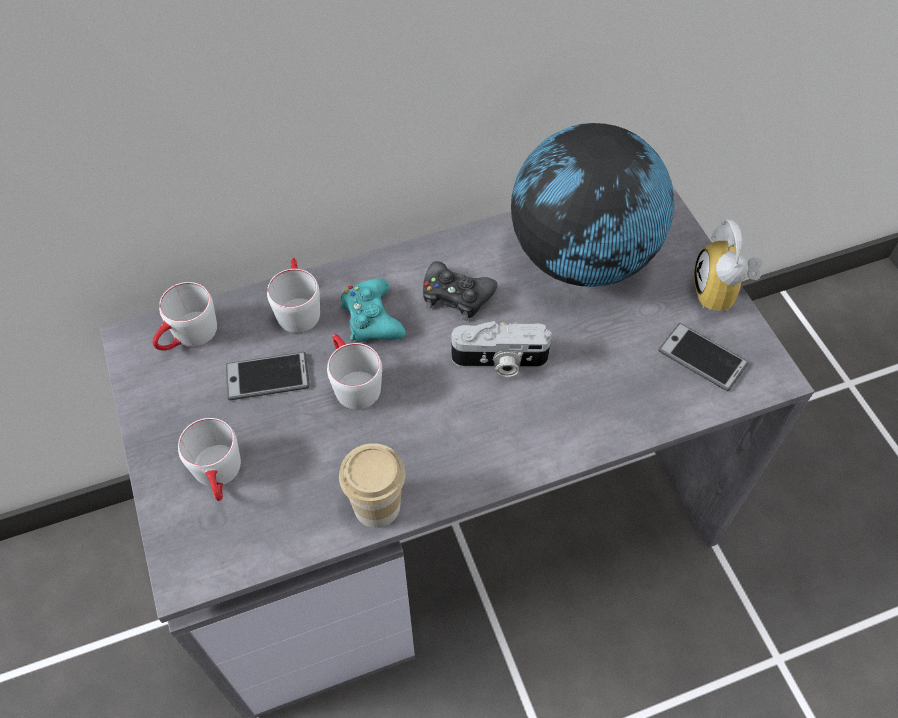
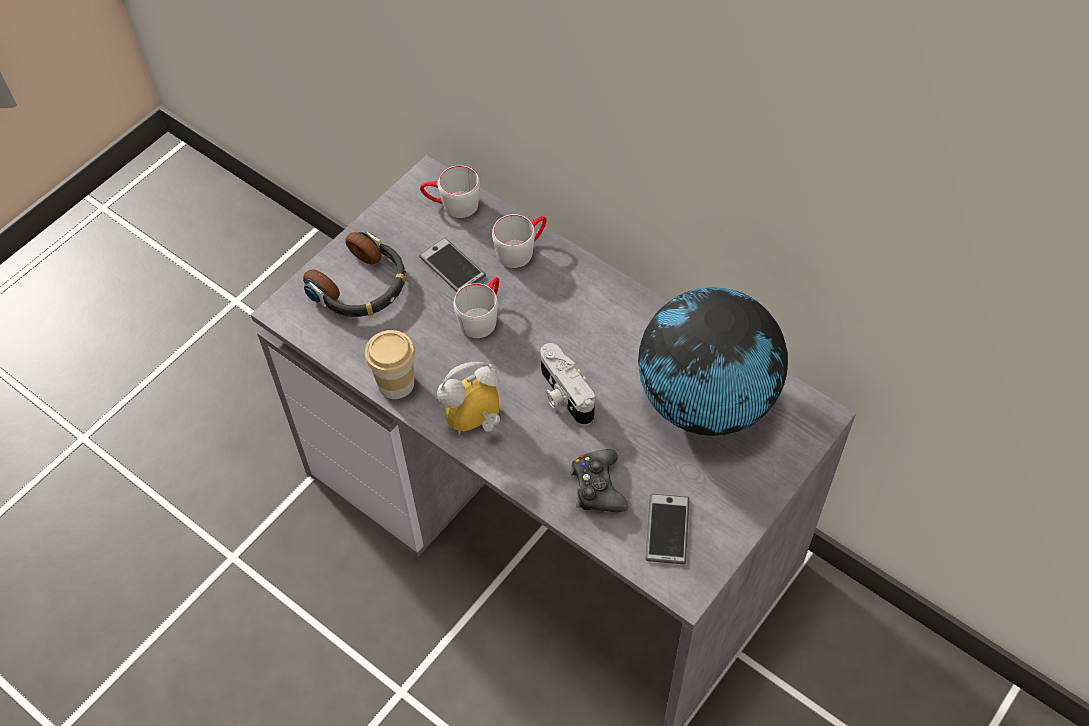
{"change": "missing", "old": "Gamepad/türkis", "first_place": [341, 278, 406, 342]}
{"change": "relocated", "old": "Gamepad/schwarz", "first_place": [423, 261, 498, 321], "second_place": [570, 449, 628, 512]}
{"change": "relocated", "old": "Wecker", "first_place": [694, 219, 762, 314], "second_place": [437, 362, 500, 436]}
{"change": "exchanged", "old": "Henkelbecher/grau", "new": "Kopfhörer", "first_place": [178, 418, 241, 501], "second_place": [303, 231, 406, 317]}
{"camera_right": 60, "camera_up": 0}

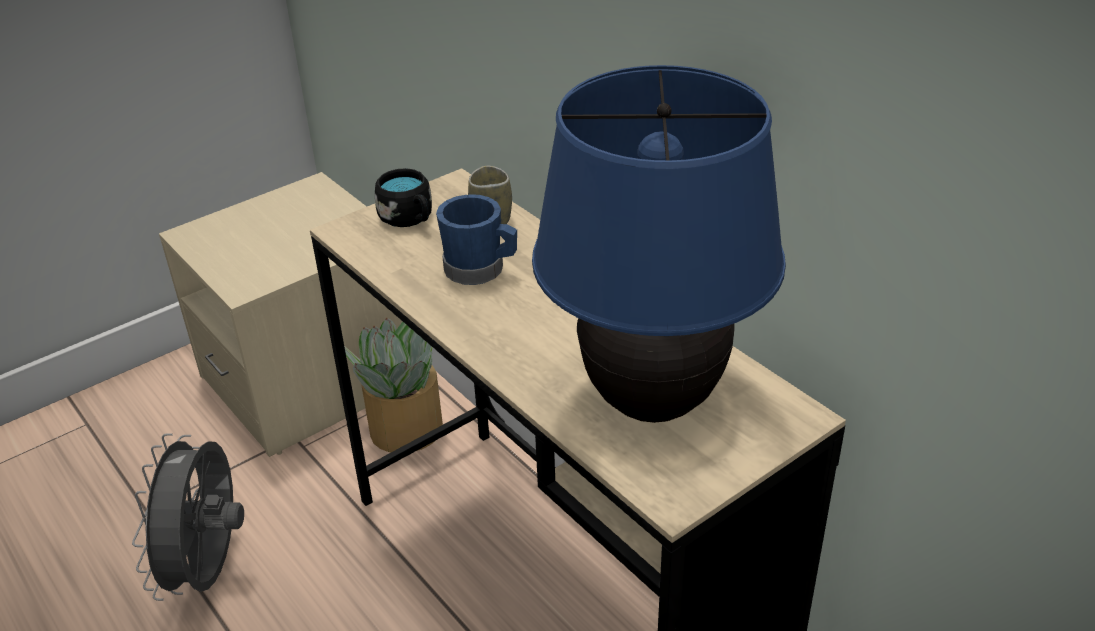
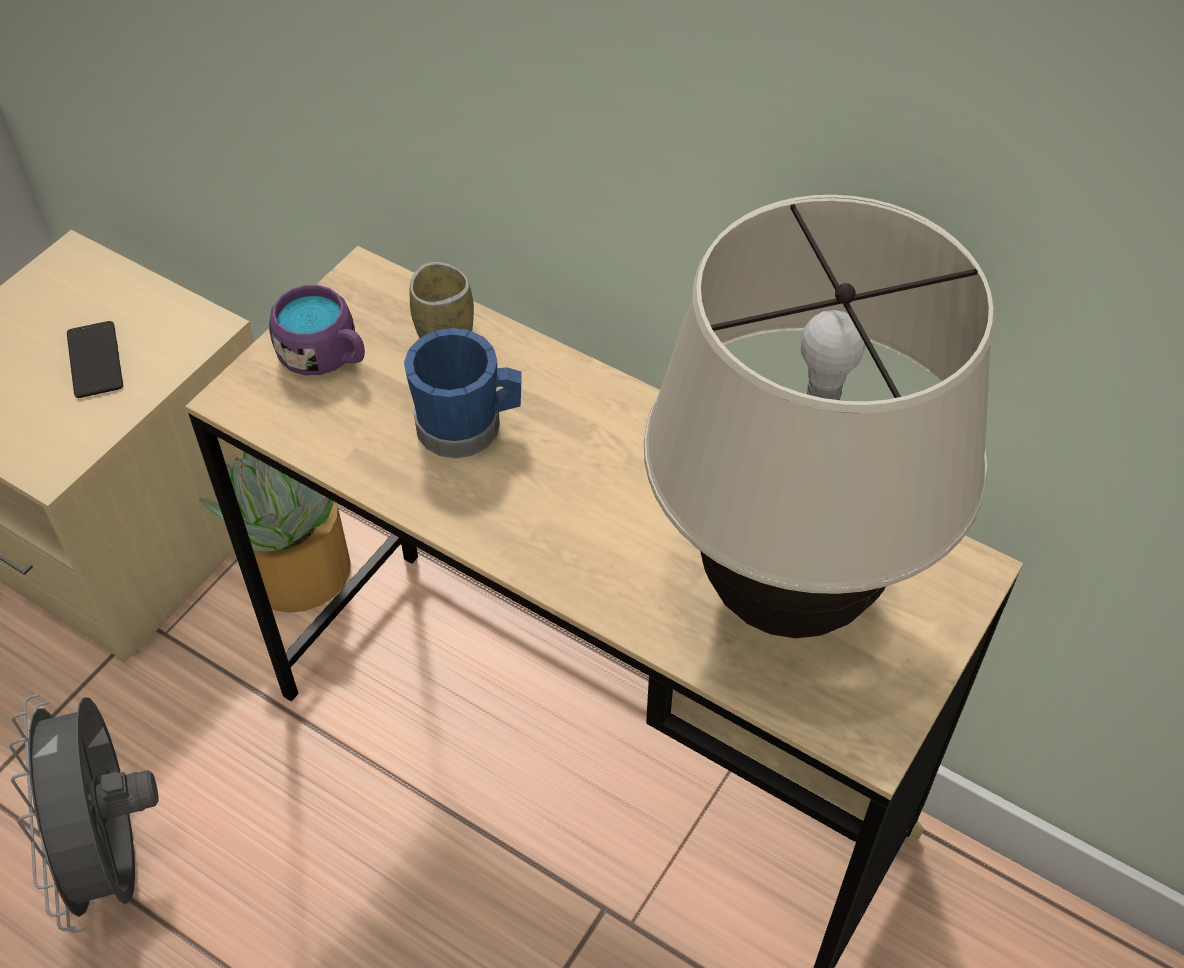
{"change": "appeared", "new": "Handy", "second_place": [67, 321, 123, 398]}
{"change": "colour", "old": "Henkelbecher/schwarz", "new": "Henkelbecher/lila", "first_place": [375, 168, 432, 227], "second_place": [269, 285, 365, 375]}
{"change": "colour", "old": "Tischlampe/blau", "new": "Tischlampe/beige", "first_place": [532, 65, 786, 423], "second_place": [644, 195, 995, 638]}
{"camera_right": -20, "camera_up": 15}

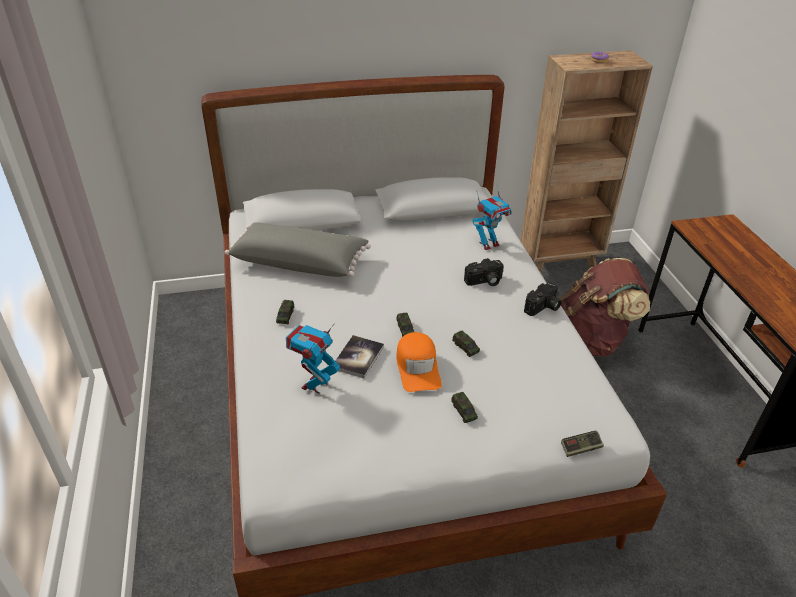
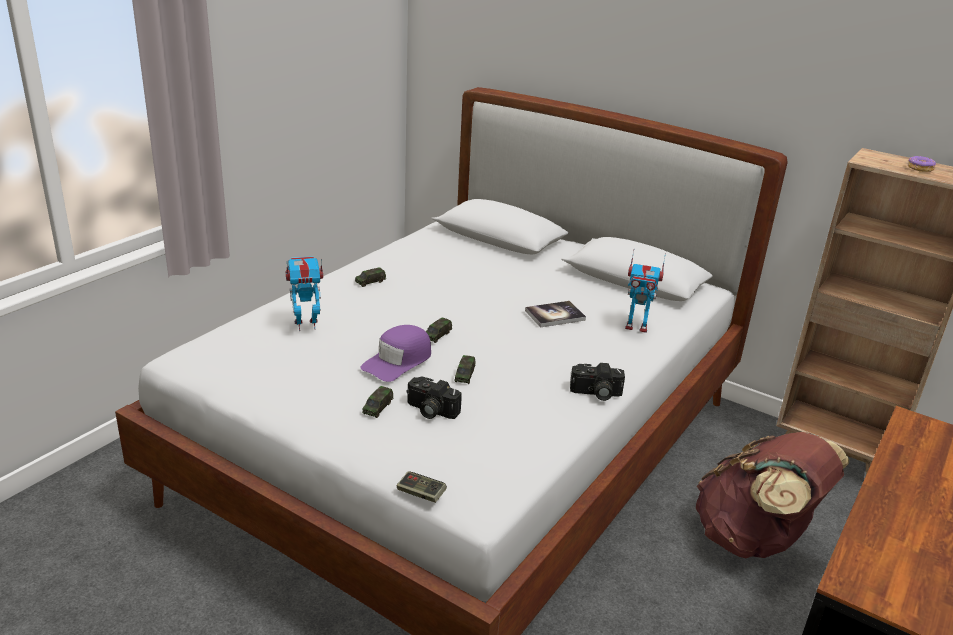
{"change": "missing", "old": "Kissen/grau", "first_place": [225, 222, 371, 277]}
{"change": "relocated", "old": "Buch", "first_place": [335, 335, 384, 379], "second_place": [525, 301, 586, 327]}
{"change": "relocated", "old": "Kamera", "first_place": [464, 258, 504, 286], "second_place": [407, 376, 462, 419]}
{"change": "colour", "old": "Kappe/orange", "new": "Kappe/lila", "first_place": [396, 332, 442, 392], "second_place": [360, 325, 431, 382]}
{"camera_right": 45, "camera_up": -10}

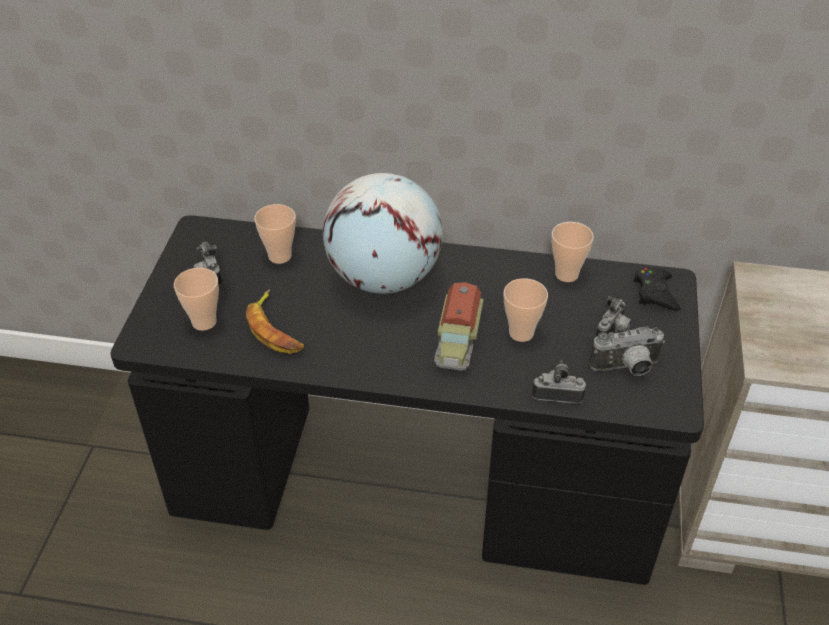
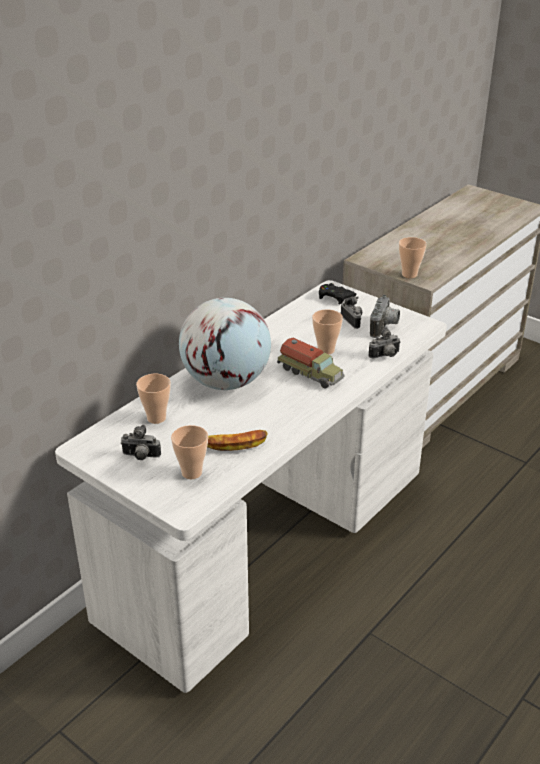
{"change": "relocated", "old": "Tasse", "first_place": [551, 222, 594, 282], "second_place": [399, 237, 427, 278]}
{"change": "colour", "old": "Schreibtisch/schwarz", "new": "Schreibtisch/weiß", "first_place": [110, 215, 704, 585], "second_place": [55, 280, 447, 693]}
{"change": "spun", "old": "Kamera", "first_place": [532, 360, 586, 404], "second_place": [368, 327, 401, 358], "degrees": -150}
{"camera_right": -60, "camera_up": -10}

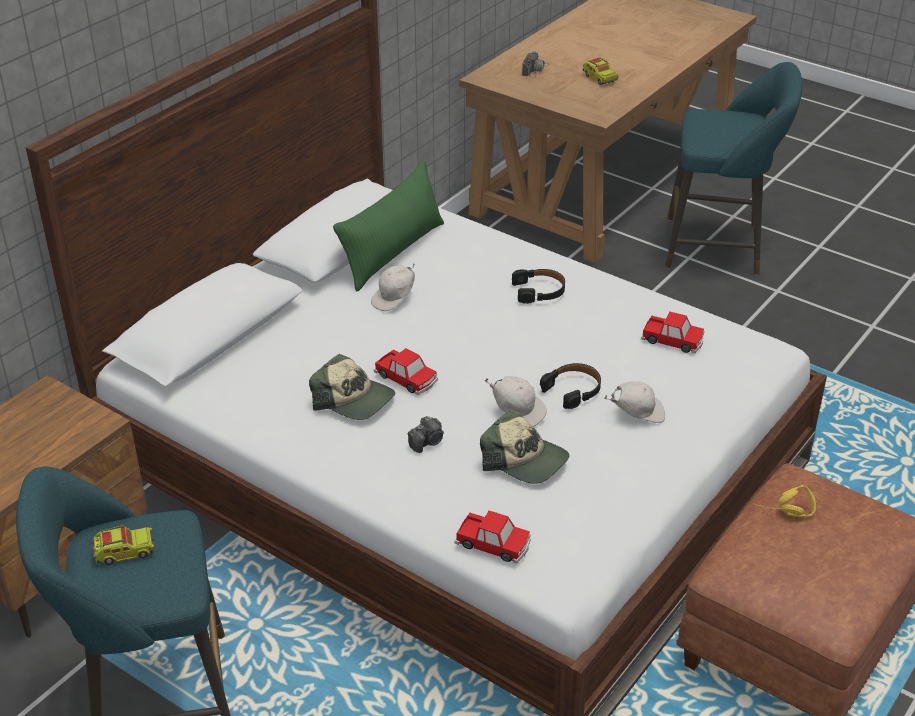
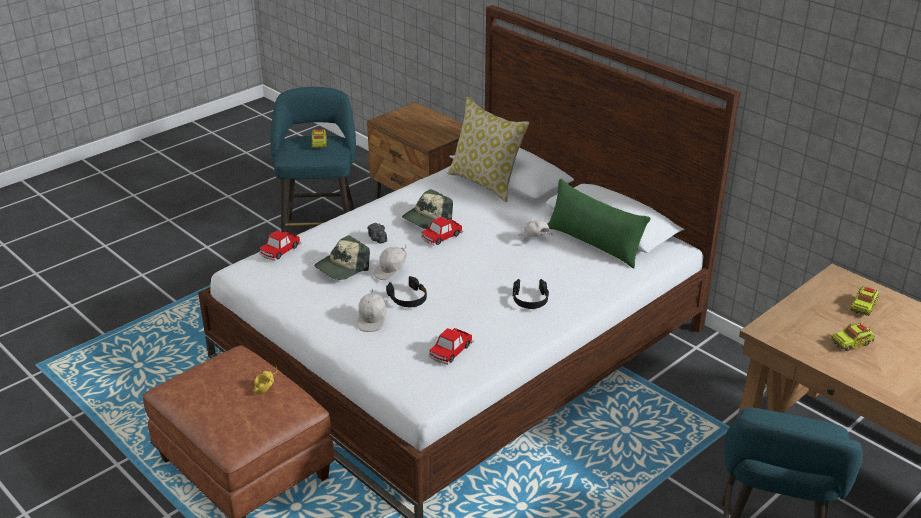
{"change": "appeared", "new": "Kissen", "second_place": [447, 97, 529, 202]}
{"change": "exchanged", "old": "Kamera", "new": "Spielzeuglaster", "first_place": [522, 51, 550, 78], "second_place": [850, 286, 879, 316]}
{"camera_right": 100, "camera_up": -5}

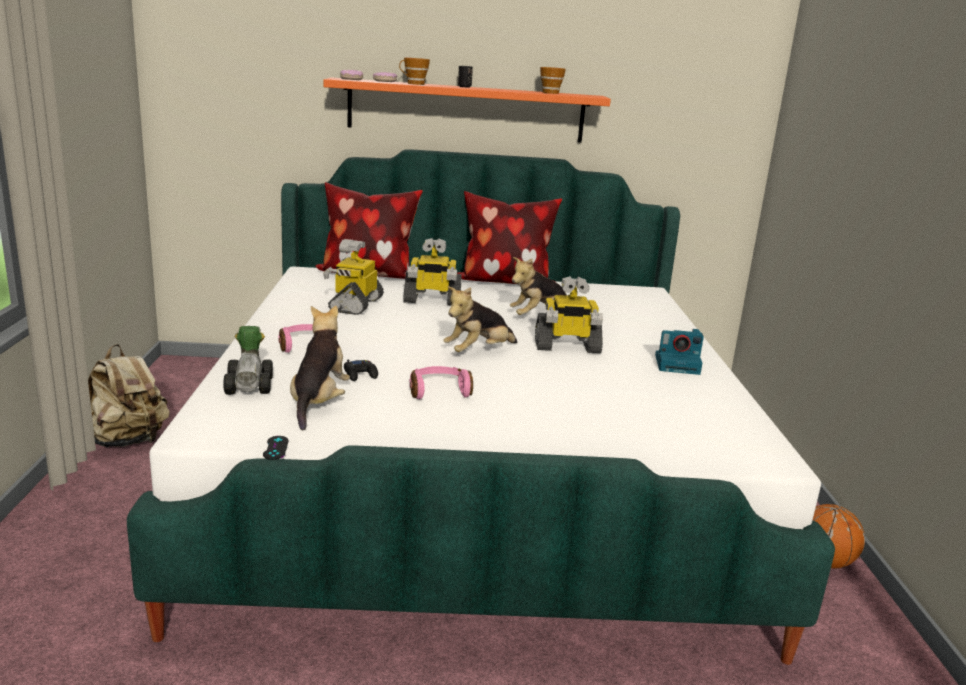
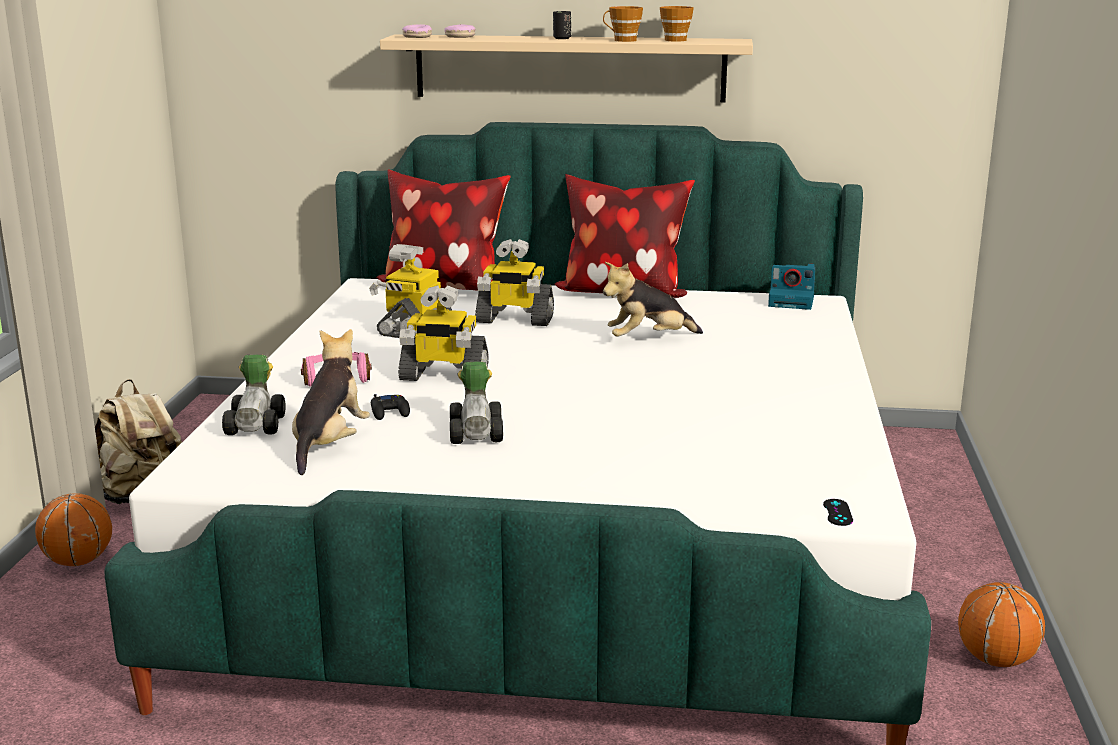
{"change": "missing", "old": "Plüschtier", "first_place": [443, 286, 517, 352]}
{"change": "appeared", "new": "Basketball", "second_place": [35, 493, 112, 566]}
{"change": "relocated", "old": "Gamepad/schwarz", "first_place": [263, 436, 289, 460], "second_place": [823, 499, 853, 526]}
{"change": "relocated", "old": "Tasse", "first_place": [399, 58, 430, 85], "second_place": [603, 6, 643, 42]}
{"change": "relocated", "old": "Spielzeugroboter", "first_place": [535, 276, 603, 353], "second_place": [398, 285, 489, 381]}
{"change": "relocated", "old": "Kamera", "first_place": [655, 329, 704, 375], "second_place": [768, 264, 815, 310]}
{"change": "exchanged", "old": "Kopfhörer/rosa", "new": "Spielzeugauto", "first_place": [410, 366, 473, 399], "second_place": [450, 362, 503, 444]}
{"change": "colour", "old": "Wandregal/orange", "new": "Wandregal/beige", "first_place": [323, 77, 611, 143], "second_place": [380, 34, 753, 102]}
{"camera_right": 10, "camera_up": 0}

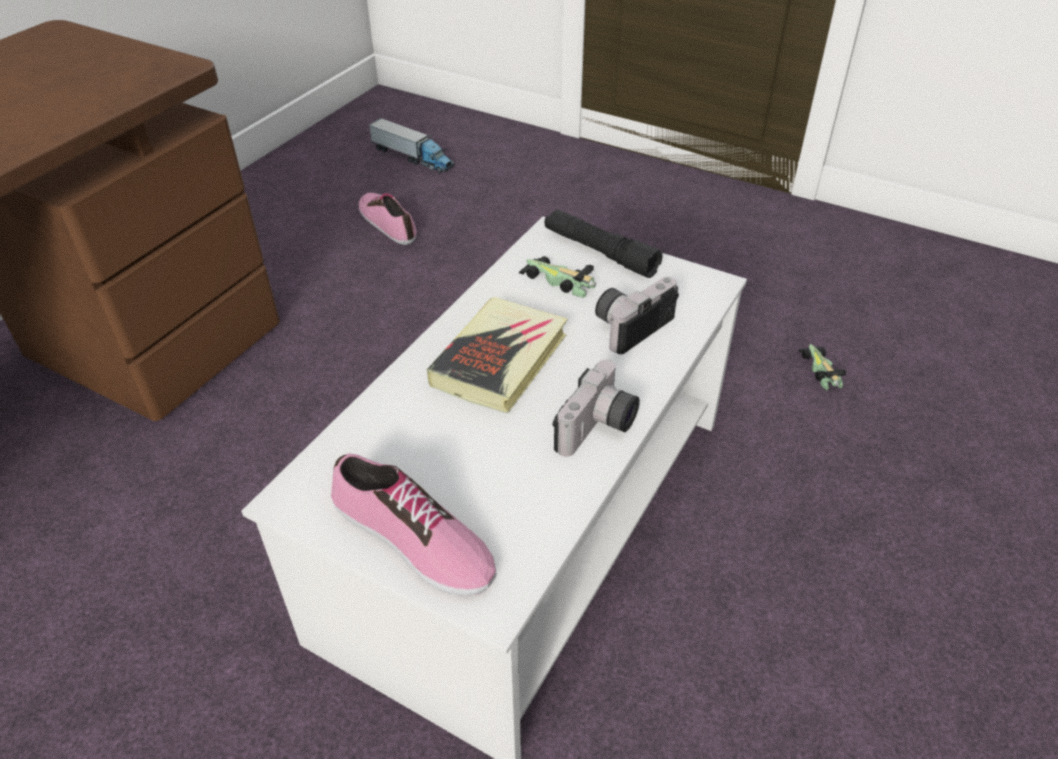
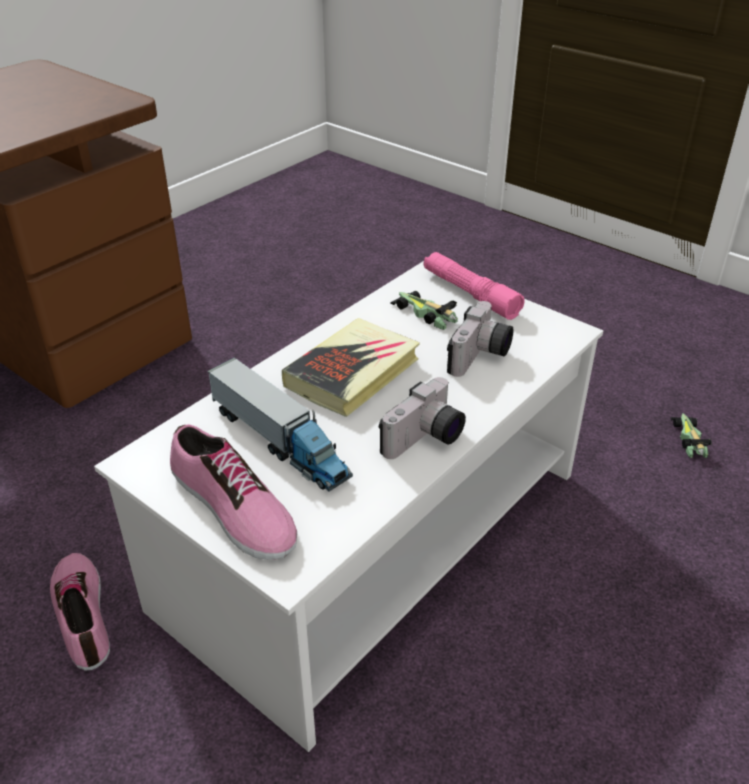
{"change": "relocated", "old": "Schuh", "first_place": [359, 193, 417, 245], "second_place": [50, 553, 110, 670]}
{"change": "relocated", "old": "Spielzeuglaster", "first_place": [369, 118, 455, 173], "second_place": [207, 357, 353, 492]}
{"change": "colour", "old": "Taschenlampe/schwarz", "new": "Taschenlampe/rosa", "first_place": [544, 209, 663, 278], "second_place": [423, 252, 525, 320]}
{"change": "spun", "old": "Kamera", "first_place": [595, 277, 679, 354], "second_place": [447, 301, 513, 377], "degrees": 150}
{"camera_right": 10, "camera_up": -5}

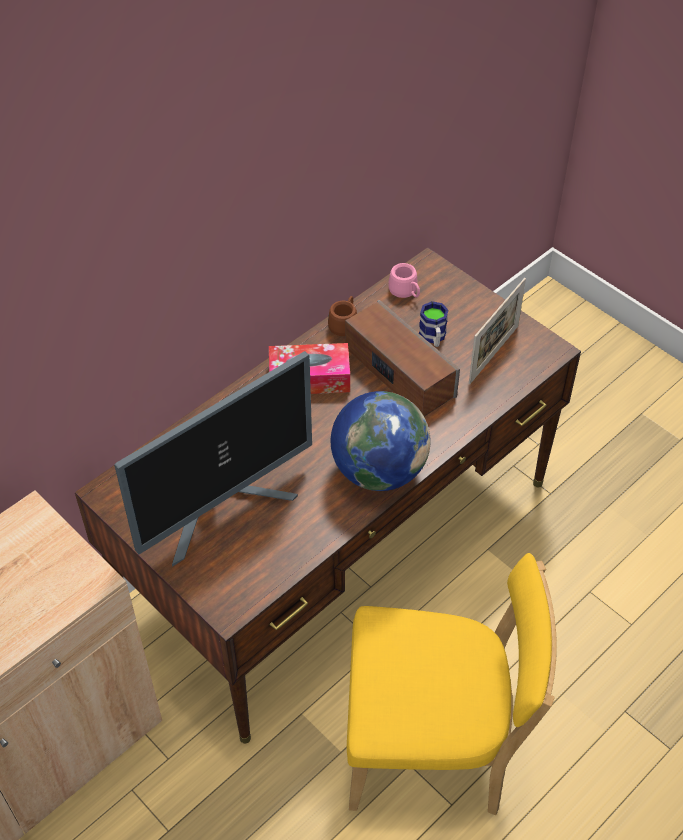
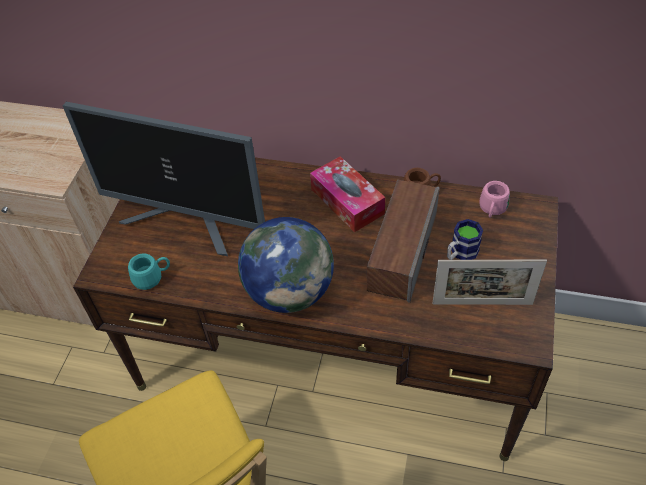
{"change": "appeared", "new": "Henkelbecher/türkis", "second_place": [128, 254, 170, 290]}
{"camera_right": 60, "camera_up": 0}

